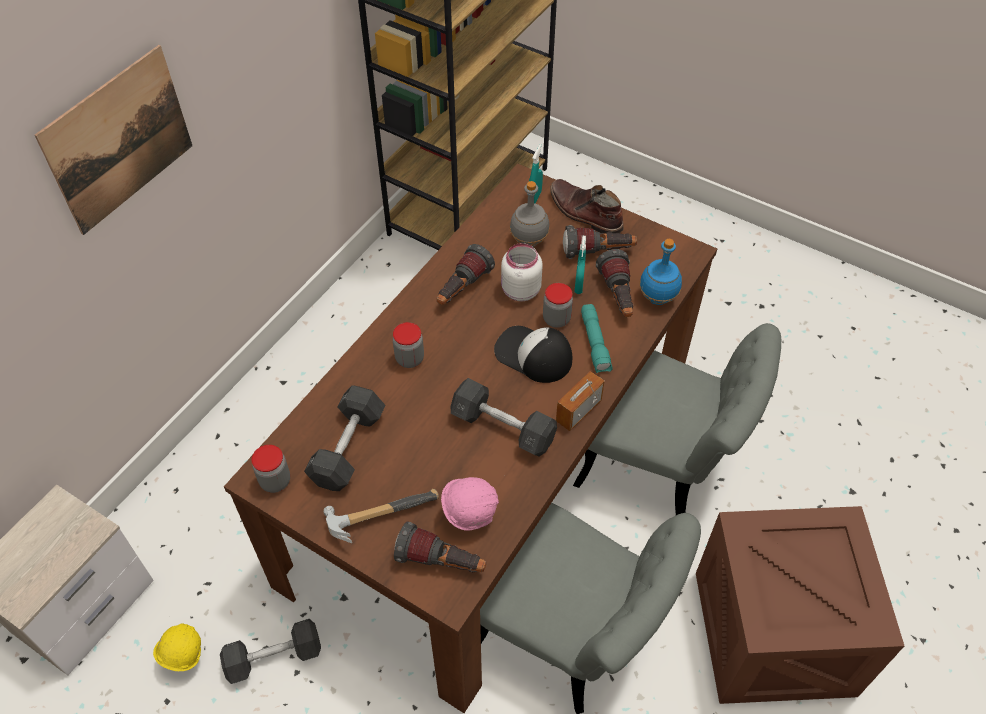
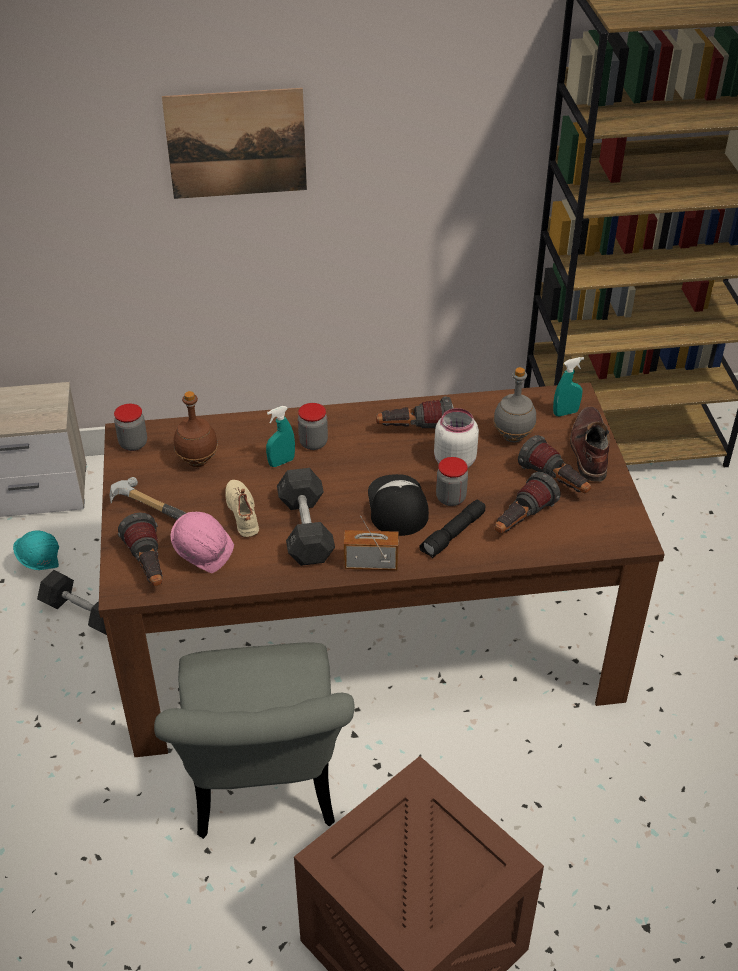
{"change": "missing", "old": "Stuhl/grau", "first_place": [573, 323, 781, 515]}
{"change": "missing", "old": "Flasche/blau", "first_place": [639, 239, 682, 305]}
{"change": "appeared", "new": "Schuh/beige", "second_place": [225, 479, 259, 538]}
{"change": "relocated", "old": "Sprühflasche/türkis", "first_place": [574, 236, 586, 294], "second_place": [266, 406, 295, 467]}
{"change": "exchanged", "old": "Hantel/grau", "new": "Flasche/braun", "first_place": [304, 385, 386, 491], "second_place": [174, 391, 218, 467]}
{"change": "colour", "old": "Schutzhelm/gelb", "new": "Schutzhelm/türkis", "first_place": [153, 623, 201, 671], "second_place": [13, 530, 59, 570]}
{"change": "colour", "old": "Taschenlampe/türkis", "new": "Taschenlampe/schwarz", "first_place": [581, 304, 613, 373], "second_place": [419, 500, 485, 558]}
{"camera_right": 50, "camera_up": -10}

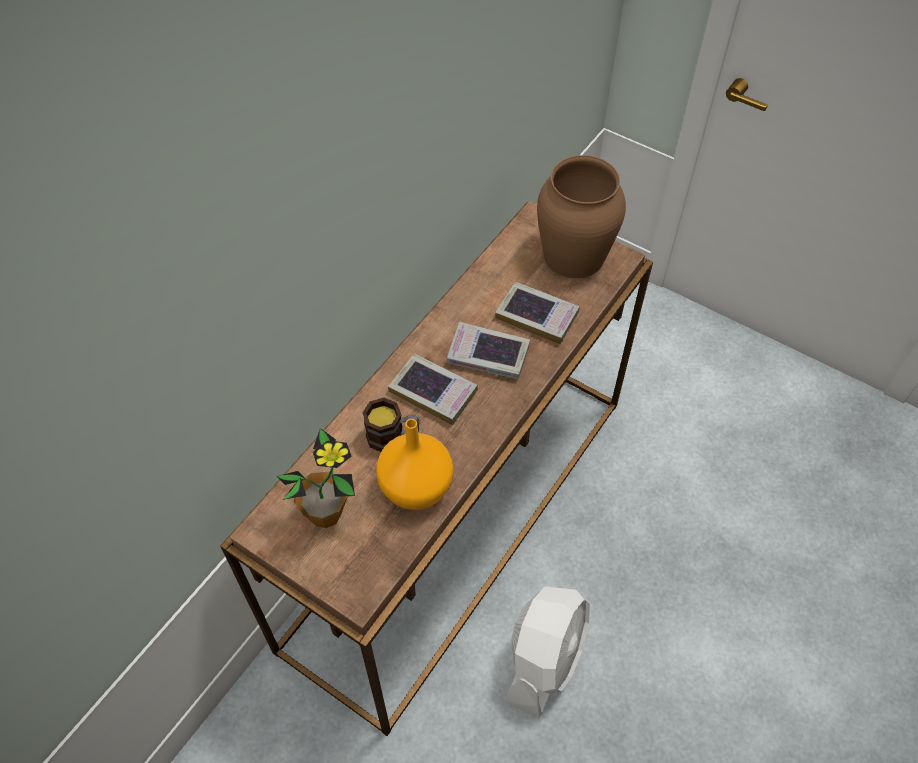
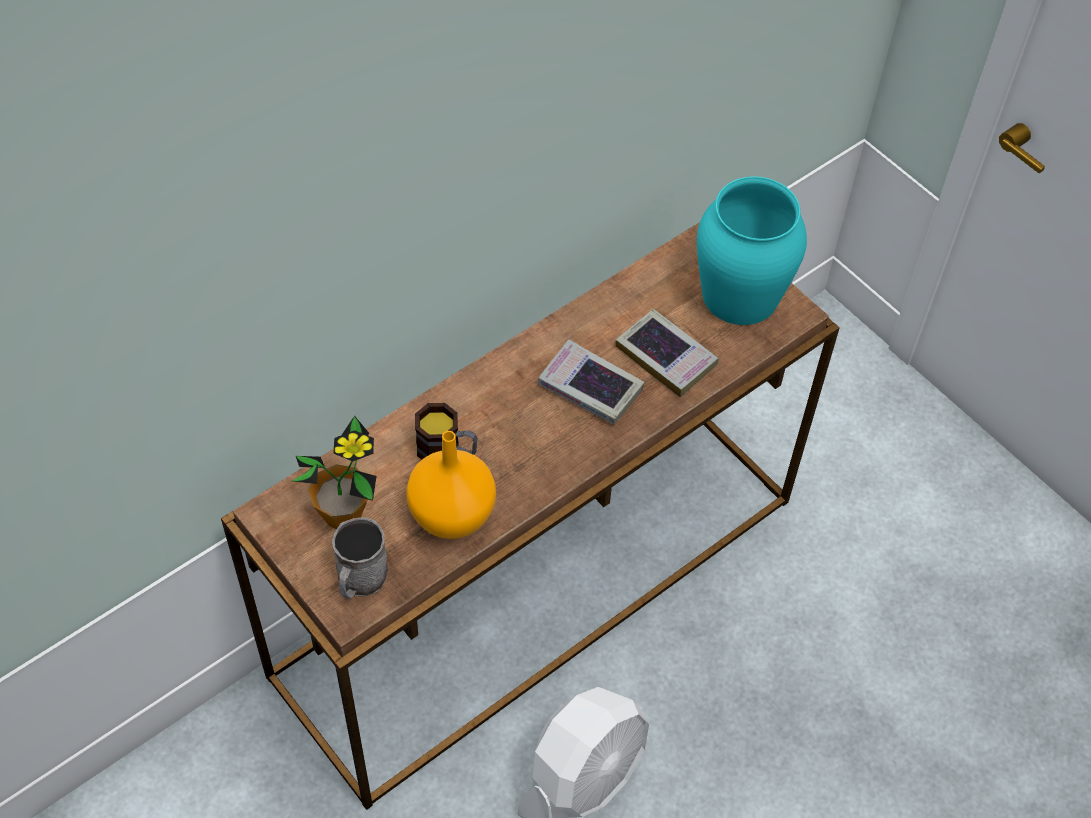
{"change": "missing", "old": "Buch", "first_place": [388, 353, 478, 425]}
{"change": "appeared", "new": "Henkelbecher/grau", "second_place": [332, 517, 388, 599]}
{"change": "colour", "old": "Vase/braun", "new": "Vase/türkis", "first_place": [537, 155, 626, 278], "second_place": [697, 176, 807, 325]}
{"camera_right": 15, "camera_up": 0}

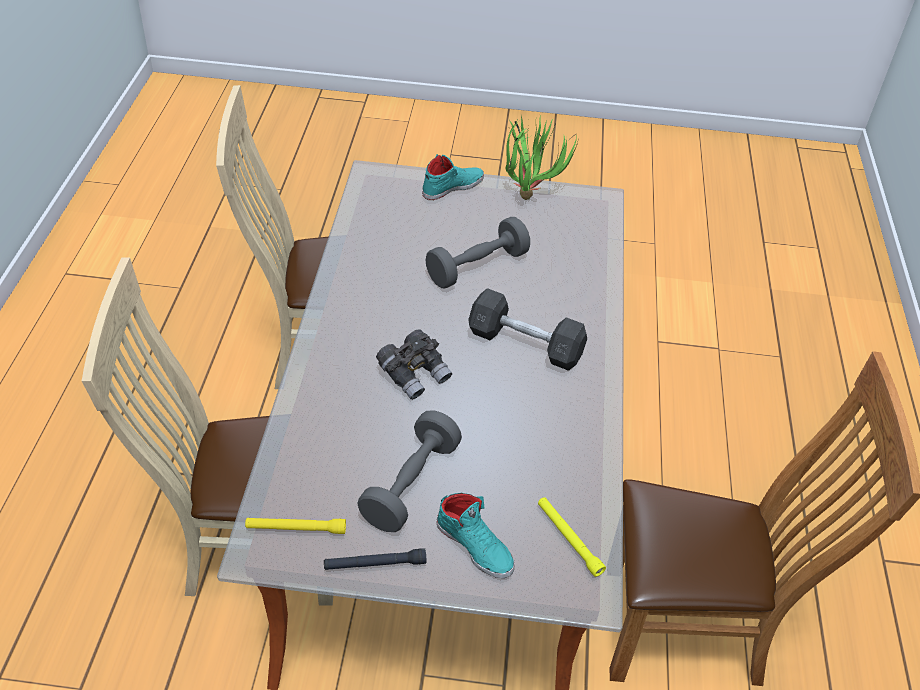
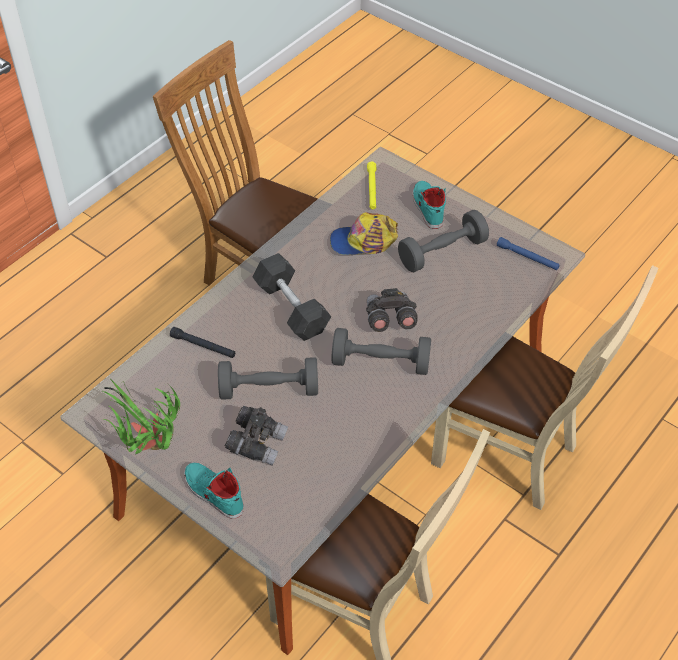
{"change": "appeared", "new": "Fernglas/grau", "second_place": [225, 406, 288, 466]}
{"change": "appeared", "new": "Kappe", "second_place": [330, 212, 398, 255]}
{"change": "appeared", "new": "Hantel/grau", "second_place": [331, 328, 431, 375]}
{"change": "relocated", "old": "Taschenlampe/schwarz", "first_place": [324, 548, 426, 570], "second_place": [170, 327, 235, 358]}
{"change": "colour", "old": "Taschenlampe/gelb", "new": "Taschenlampe/blau", "first_place": [245, 518, 346, 534], "second_place": [497, 237, 560, 270]}
{"change": "spun", "old": "Schuh/türkis", "first_place": [422, 154, 484, 200], "second_place": [184, 462, 244, 519], "degrees": 45}
{"camera_right": -145, "camera_up": 5}

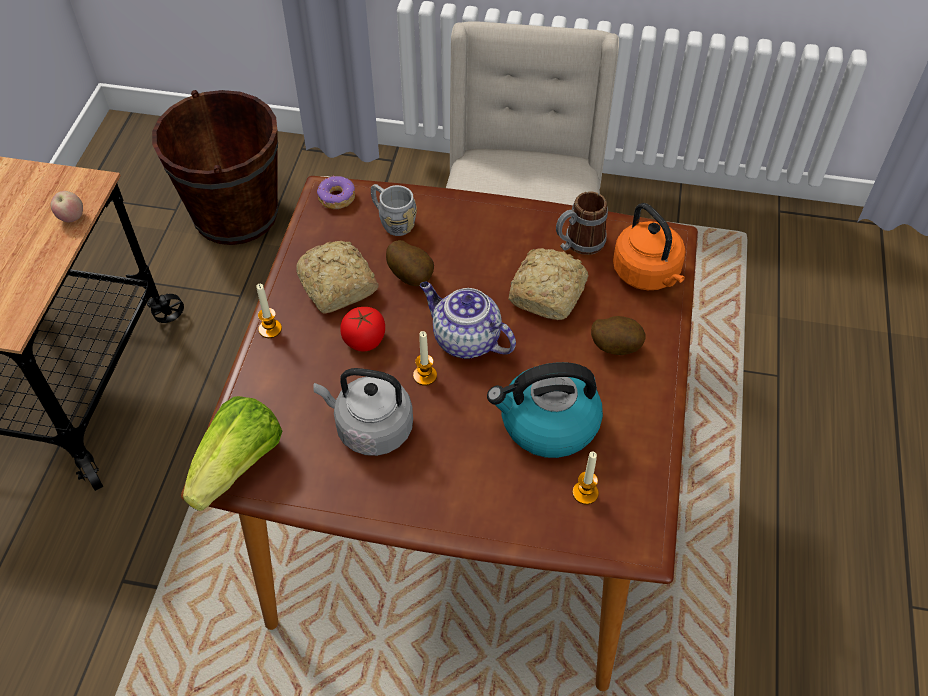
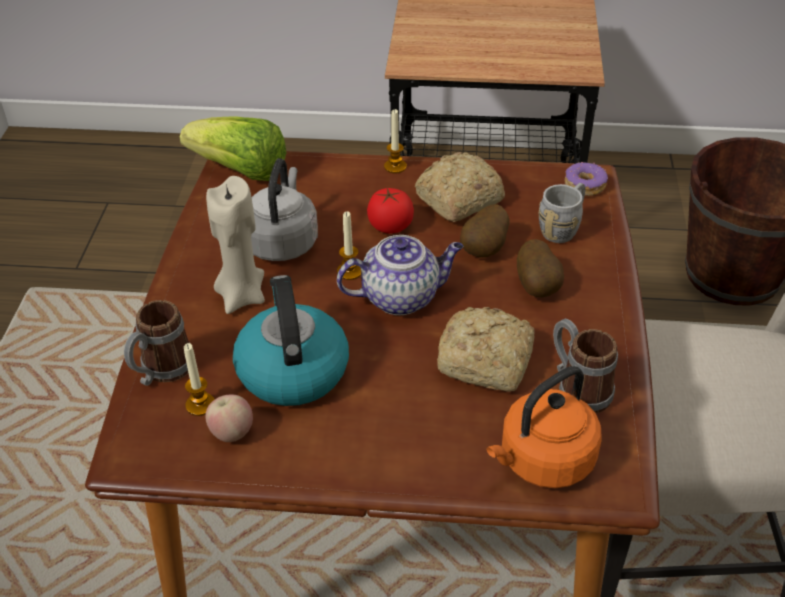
{"change": "appeared", "new": "Henkelbecher", "second_place": [124, 300, 189, 386]}
{"change": "appeared", "new": "Kerze/beige", "second_place": [206, 176, 265, 314]}
{"change": "relocated", "old": "Apfel", "first_place": [51, 191, 83, 222], "second_place": [205, 394, 253, 442]}
{"change": "relocated", "old": "Kartoffel", "first_place": [591, 316, 646, 355], "second_place": [517, 239, 564, 297]}
{"change": "spun", "old": "Teekanne", "first_place": [420, 282, 516, 359], "second_place": [337, 235, 463, 315], "degrees": 45}
{"camera_right": 85, "camera_up": -10}

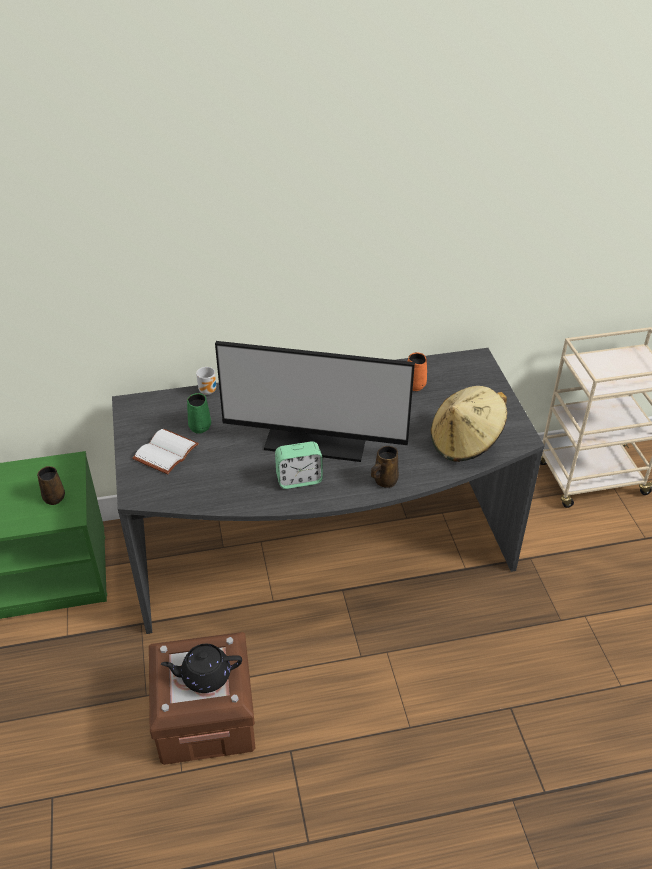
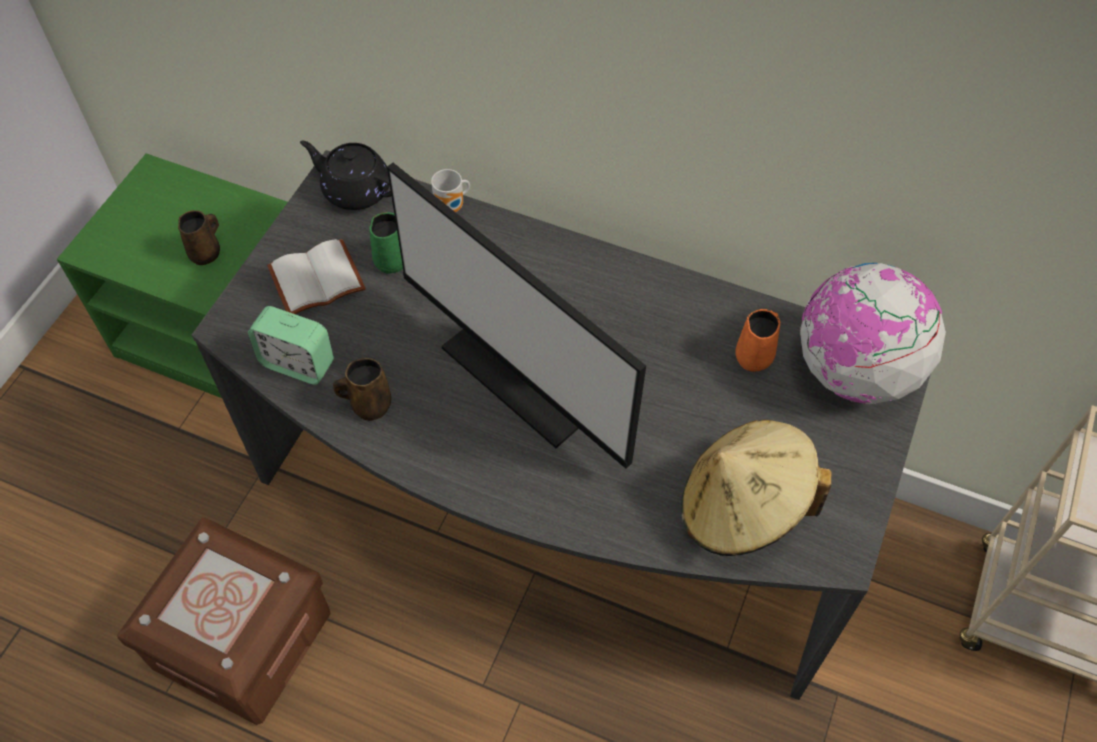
{"change": "appeared", "new": "Globus", "second_place": [800, 263, 946, 404]}
{"change": "relocated", "old": "Teekanne/schwarz", "first_place": [161, 644, 242, 693], "second_place": [300, 140, 391, 210]}
{"change": "relocated", "old": "Wecker", "first_place": [275, 441, 323, 489], "second_place": [248, 306, 334, 385]}
{"change": "relocated", "old": "Henkelbecher/braun", "first_place": [371, 446, 399, 488], "second_place": [333, 358, 391, 421]}
{"camera_right": 35, "camera_up": 15}

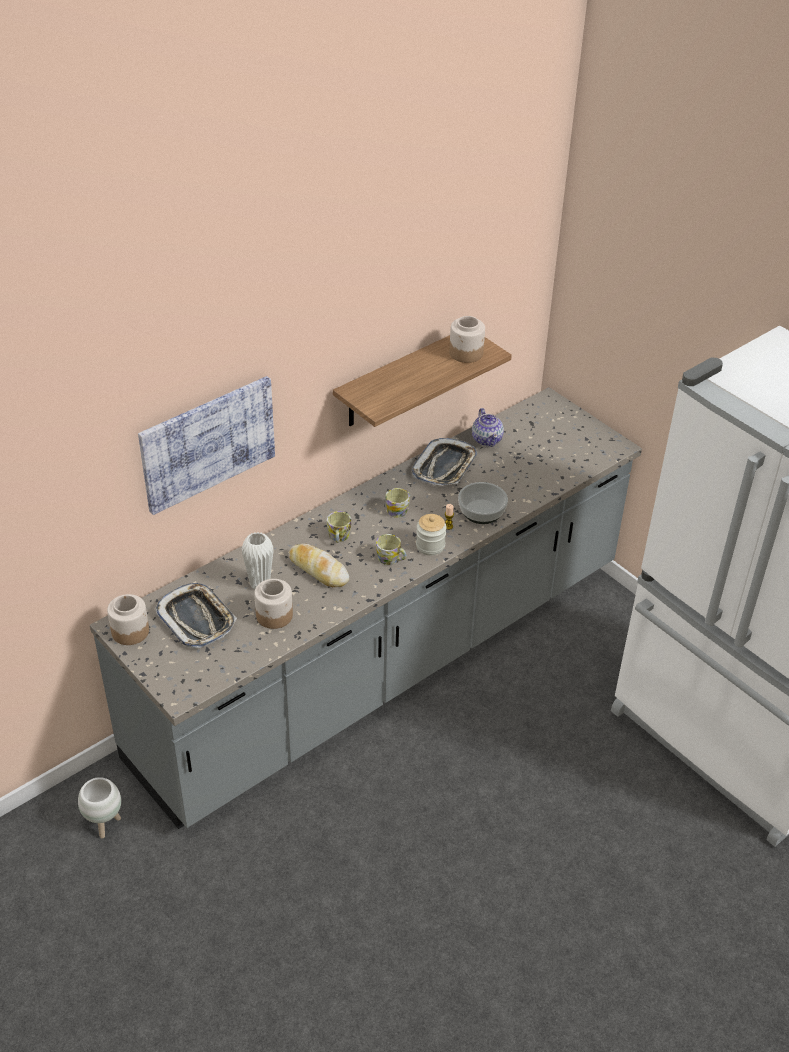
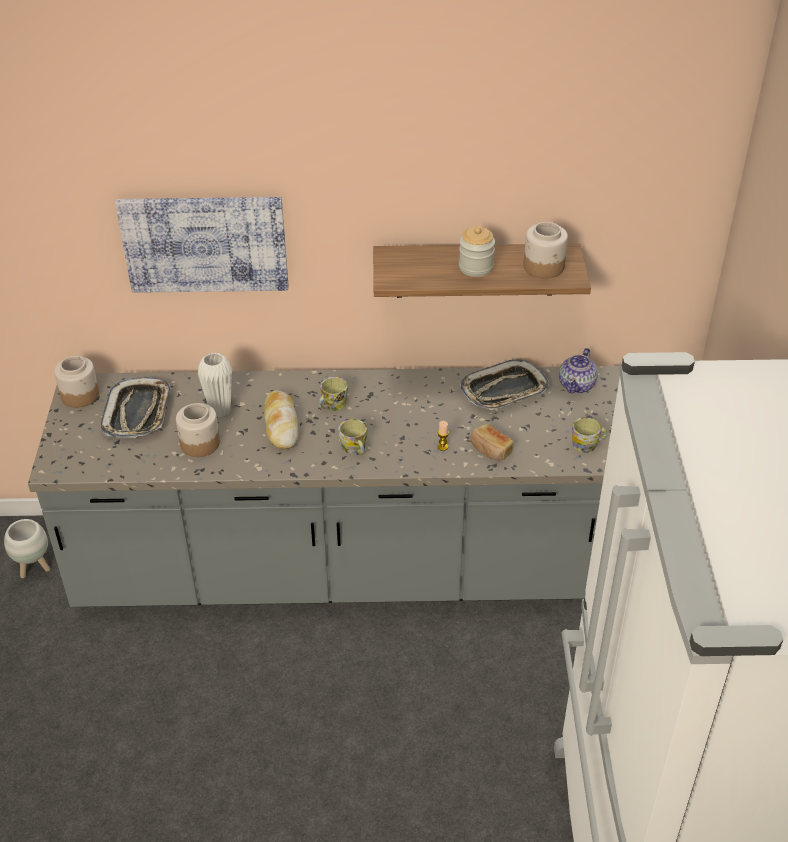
{"change": "relocated", "old": "Henkelbecher", "first_place": [385, 488, 410, 518], "second_place": [572, 417, 607, 453]}
{"change": "relocated", "old": "Vorratsglas", "first_place": [416, 514, 446, 556], "second_place": [459, 227, 495, 277]}
{"change": "exchanged", "old": "Schüssel", "new": "Brot", "first_place": [458, 482, 508, 524], "second_place": [471, 424, 514, 461]}
{"camera_right": 40, "camera_up": 0}

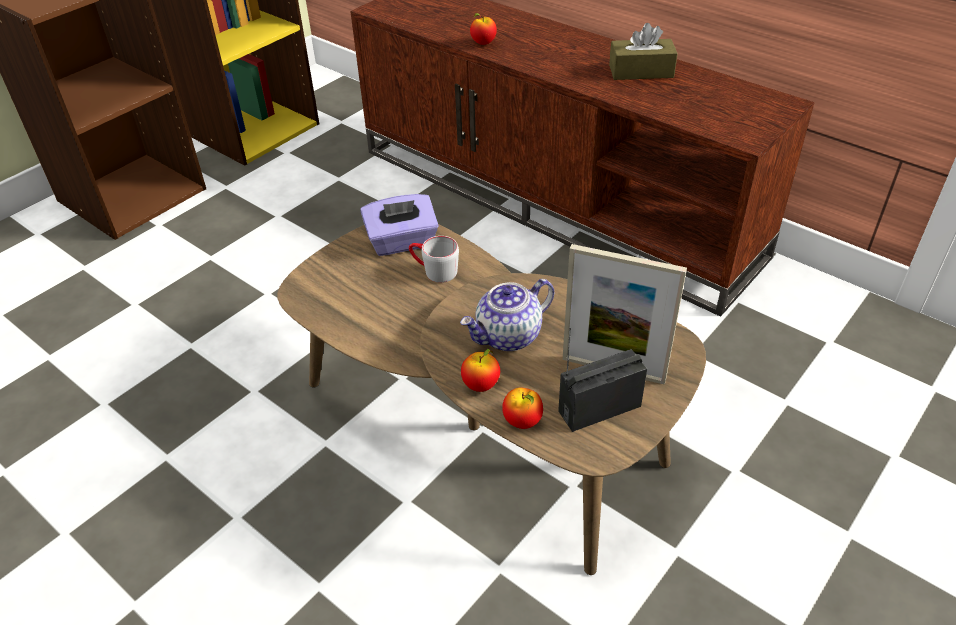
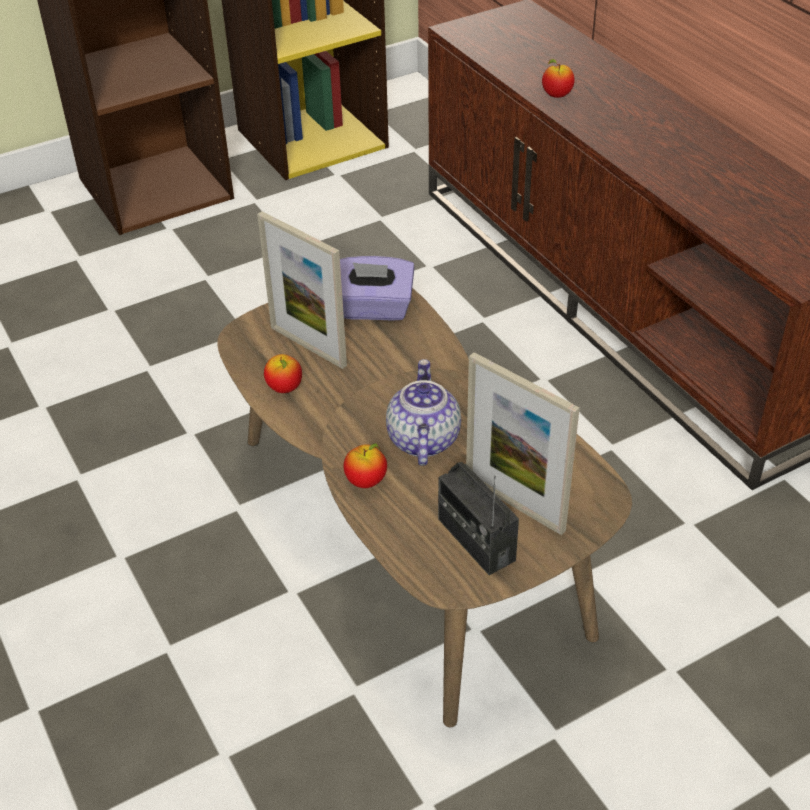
{"change": "missing", "old": "Henkelbecher/grau", "first_place": [409, 236, 459, 283]}
{"change": "missing", "old": "Taschentuchbox/braun", "first_place": [609, 23, 678, 80]}
{"change": "appeared", "new": "Bilderrahmen", "second_place": [257, 211, 347, 369]}
{"change": "relocated", "old": "Apfel", "first_place": [502, 387, 543, 429], "second_place": [264, 354, 302, 393]}
{"change": "spun", "old": "Teekanne", "first_place": [460, 279, 554, 351], "second_place": [386, 359, 461, 466], "degrees": 105}
{"change": "spun", "old": "Radio", "first_place": [558, 328, 647, 432], "second_place": [438, 462, 519, 575], "degrees": -120}
{"camera_right": 20, "camera_up": 0}

